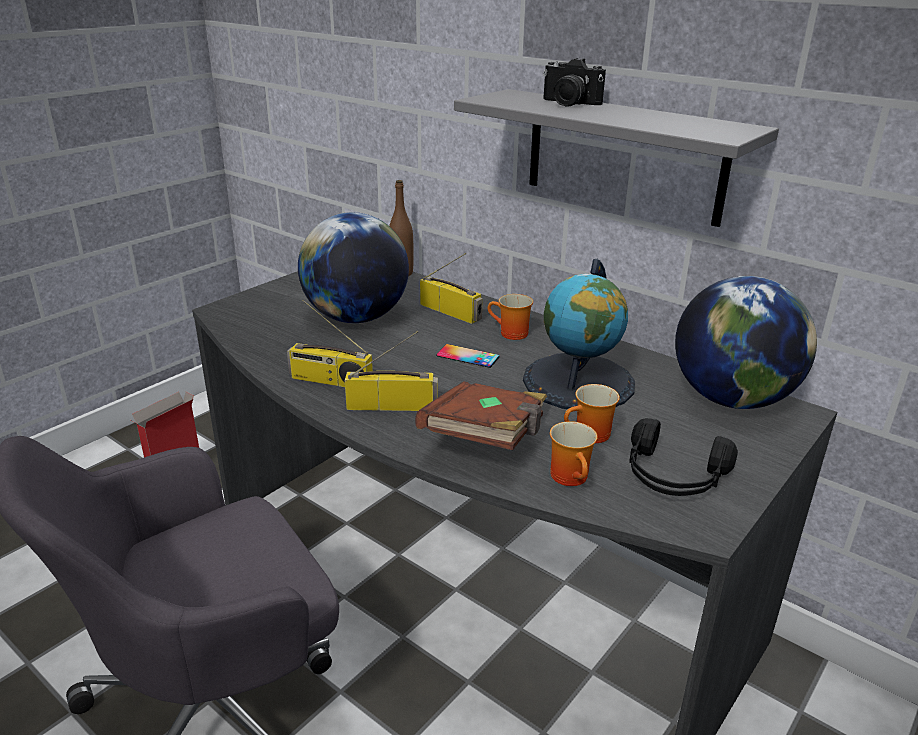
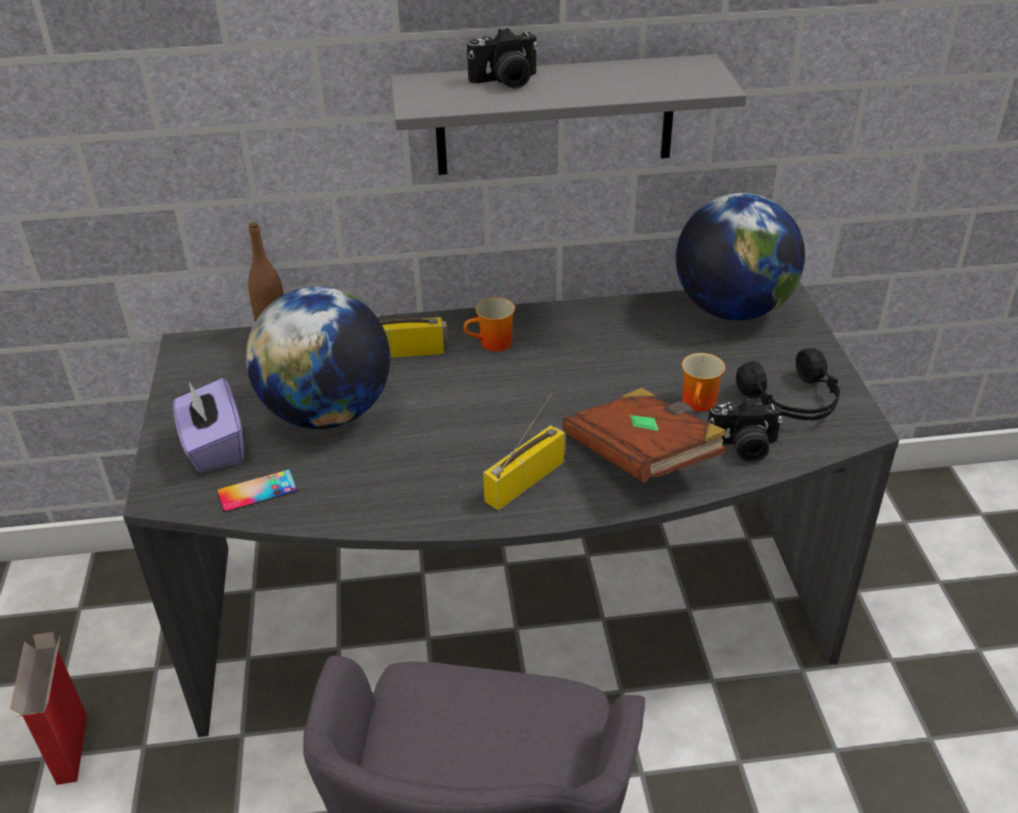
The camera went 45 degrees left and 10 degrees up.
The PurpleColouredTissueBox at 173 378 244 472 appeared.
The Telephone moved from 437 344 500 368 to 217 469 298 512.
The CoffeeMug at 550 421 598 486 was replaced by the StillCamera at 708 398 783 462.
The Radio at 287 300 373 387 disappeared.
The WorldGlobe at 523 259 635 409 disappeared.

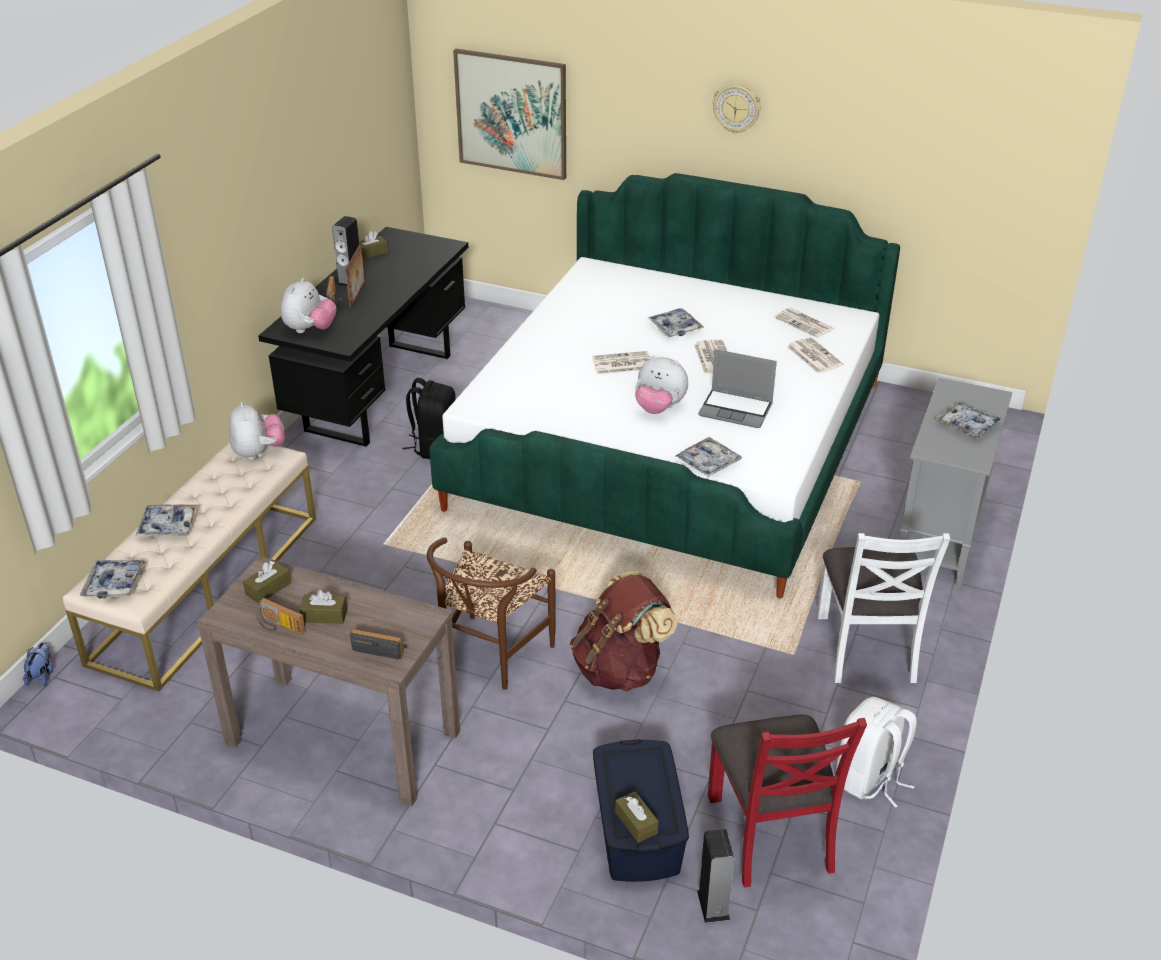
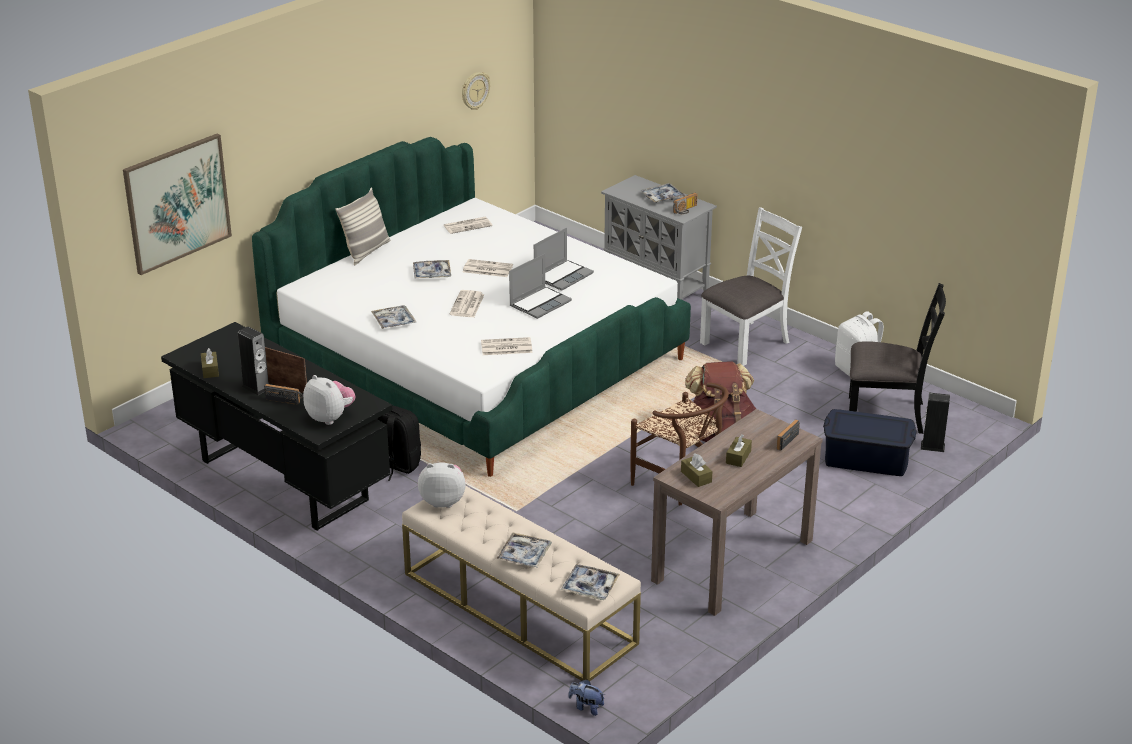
The camera went 70 degrees left and 5 degrees down.
The Cushion at 335 187 390 265 appeared.
The Tray moved from 675 437 742 477 to 371 305 416 329.
The ClockOnTheWall moved from 713 84 761 134 to 462 72 490 110.
The Newspaper moved from 787 337 844 373 to 481 337 532 355.
The SoftToy at 635 356 688 414 was replaced by the Laptop at 509 254 572 319.
The Radio moved from 256 598 306 635 to 673 193 697 214.
The WhiteColouredChair at 817 533 950 683 turned 60 degrees counterclockwise.
The RedChair at 708 715 867 887 became the BlackChair at 849 283 946 434.
The BrownColouredTissueBox at 615 791 658 843 disappeared.

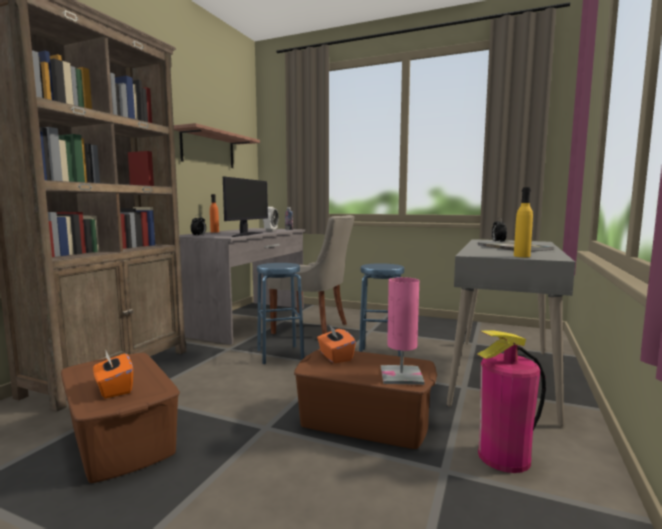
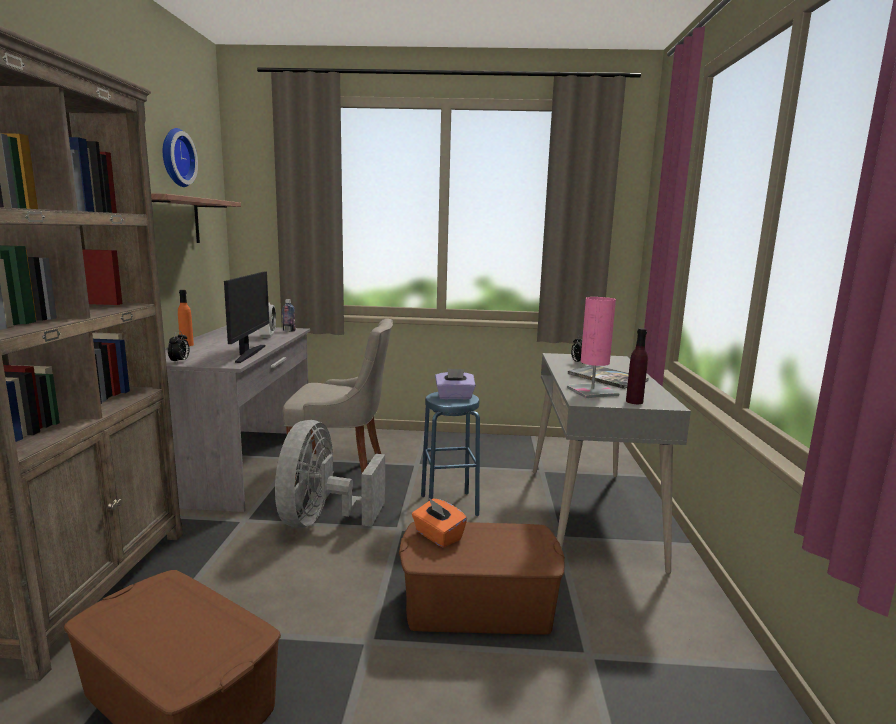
The camera went 20 degrees left and 5 degrees up.
The ClockOnTheWall at 163 128 198 187 appeared.
The BluishStool at 257 263 304 364 was replaced by the GreyishCoolingFan at 275 420 385 528.
The PurpleColouredTissueBox at 435 368 476 399 appeared.
The PinkColouredLampForATable moved from 381 277 425 385 to 567 297 619 398.
The YellowBeverageBottle at 514 187 533 257 became the PurpleColouredBeverageBottle at 626 328 648 404.
The OrangeColouredTissueBox at 93 349 133 399 disappeared.
The FireFightingCylinder at 477 330 546 473 disappeared.

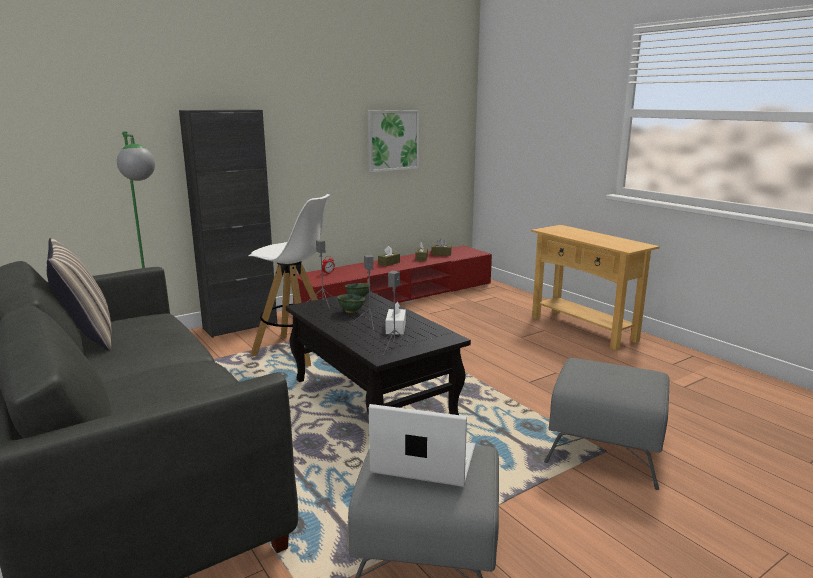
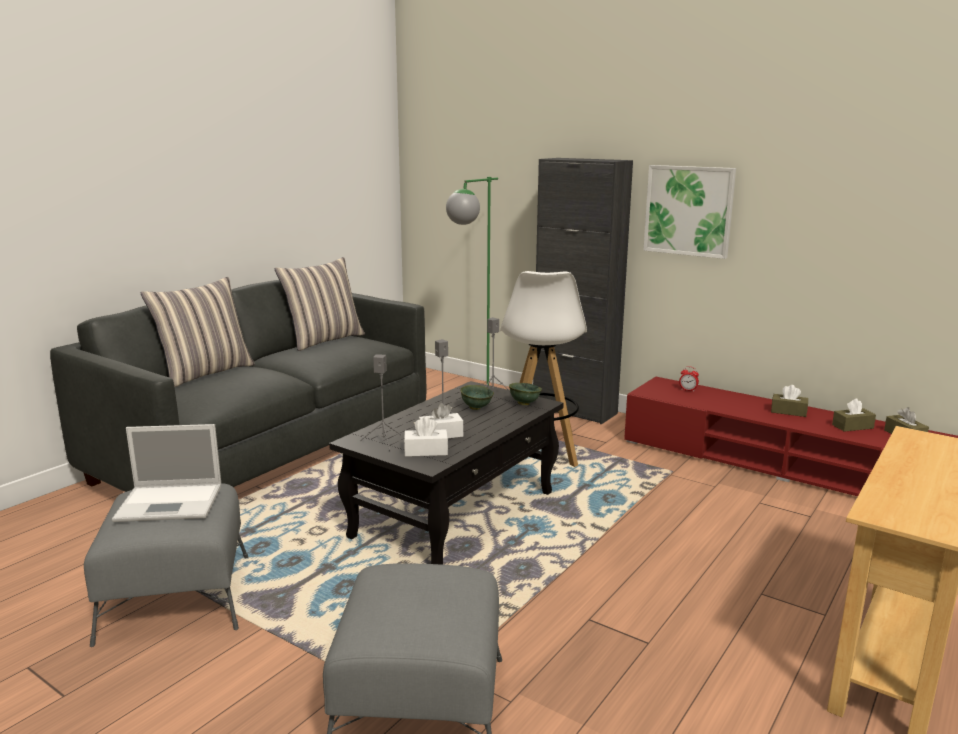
The camera went 70 degrees right and 0 degrees up.
The Laptop at 369 404 475 487 turned 90 degrees clockwise.
The Cushion at 141 277 255 387 appeared.
The WhiteColouredTissueBox at 404 417 448 457 appeared.
The WallArt moved from 368 110 419 172 to 643 165 736 259.

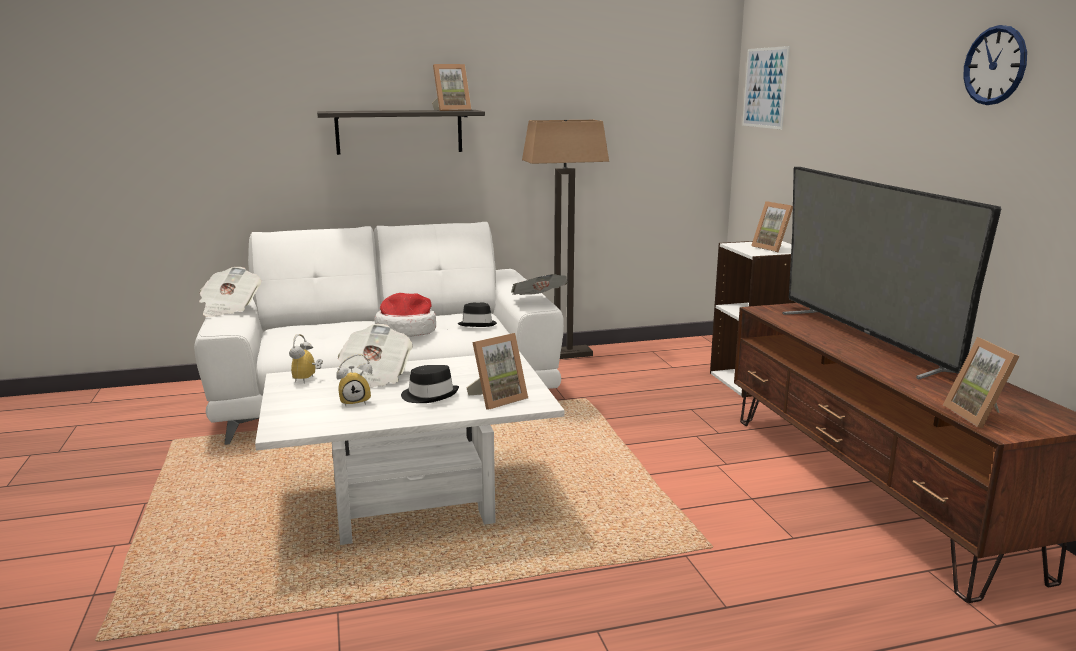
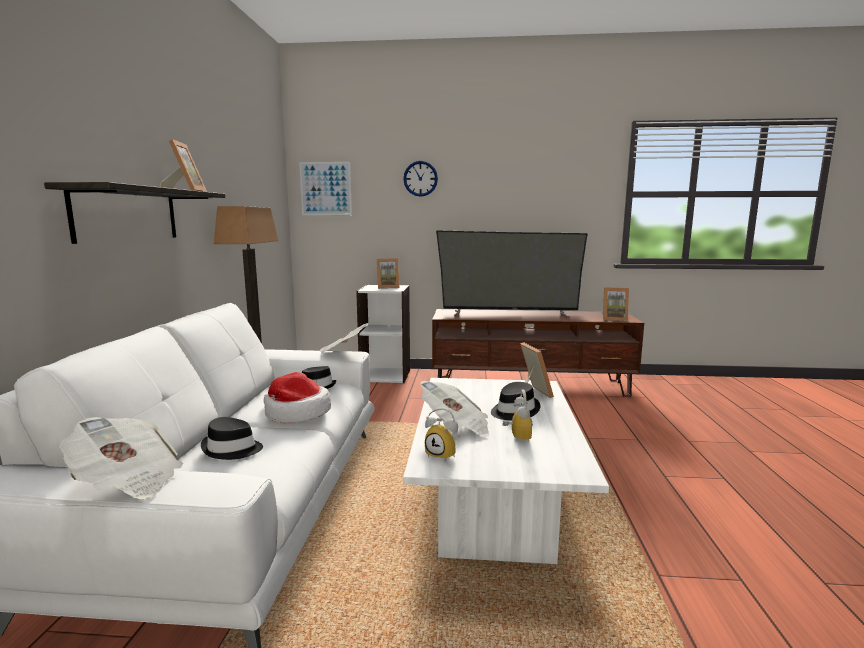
The camera went 70 degrees left and 5 degrees down.
The BlackHat at 201 417 263 460 appeared.
The ClockOnTheWall moved from 963 25 1027 105 to 403 161 438 197.

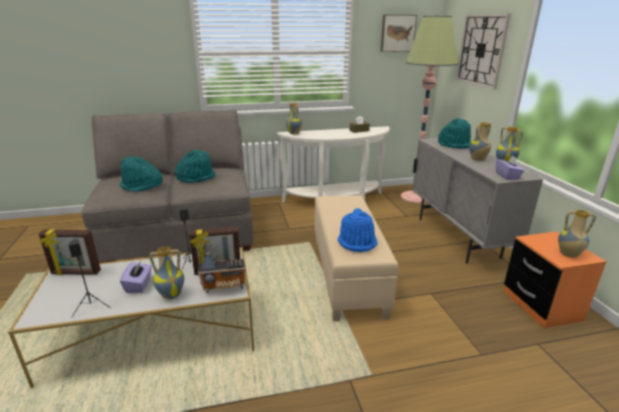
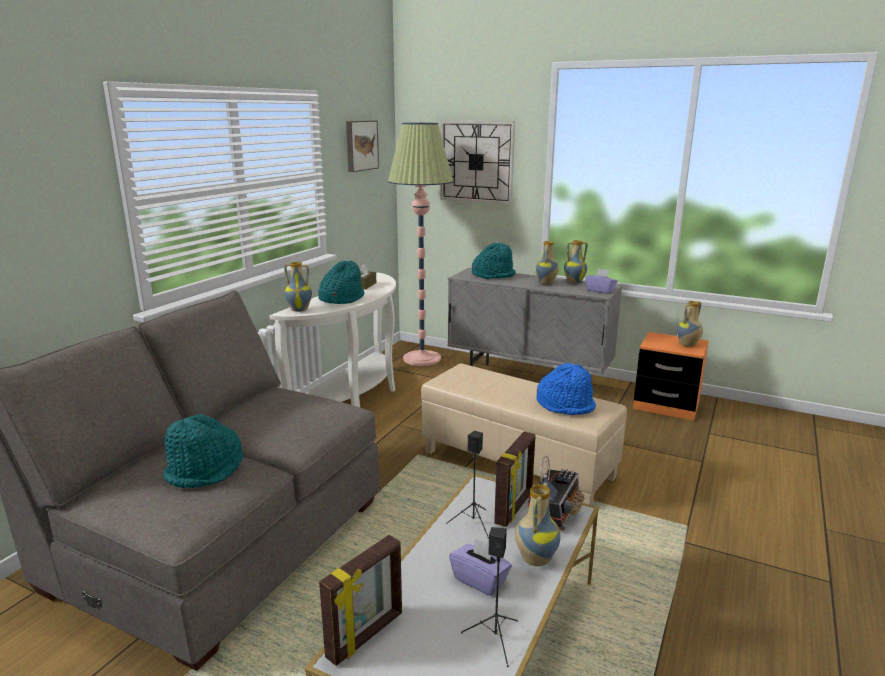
The camera went 50 degrees left and 5 degrees down.
The BlueGreenHat moved from 175 150 215 183 to 318 261 364 304.

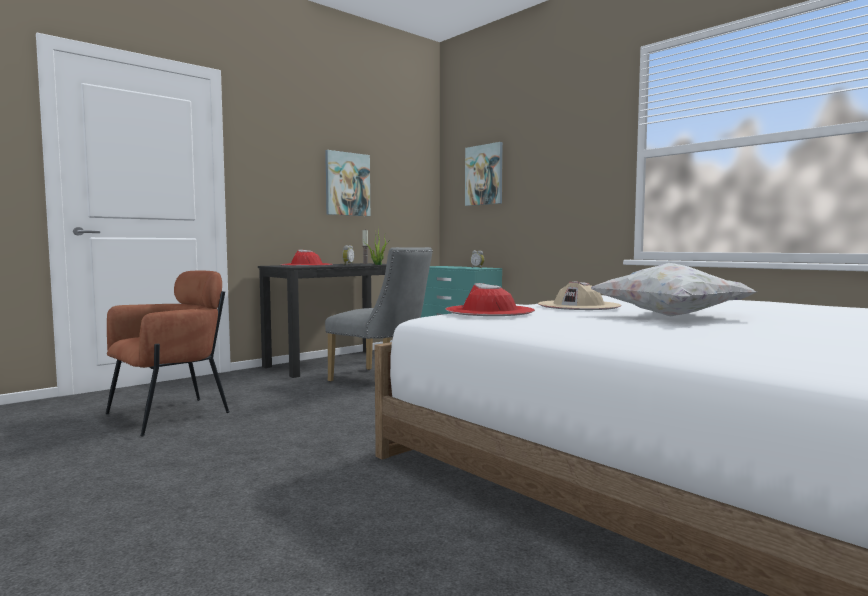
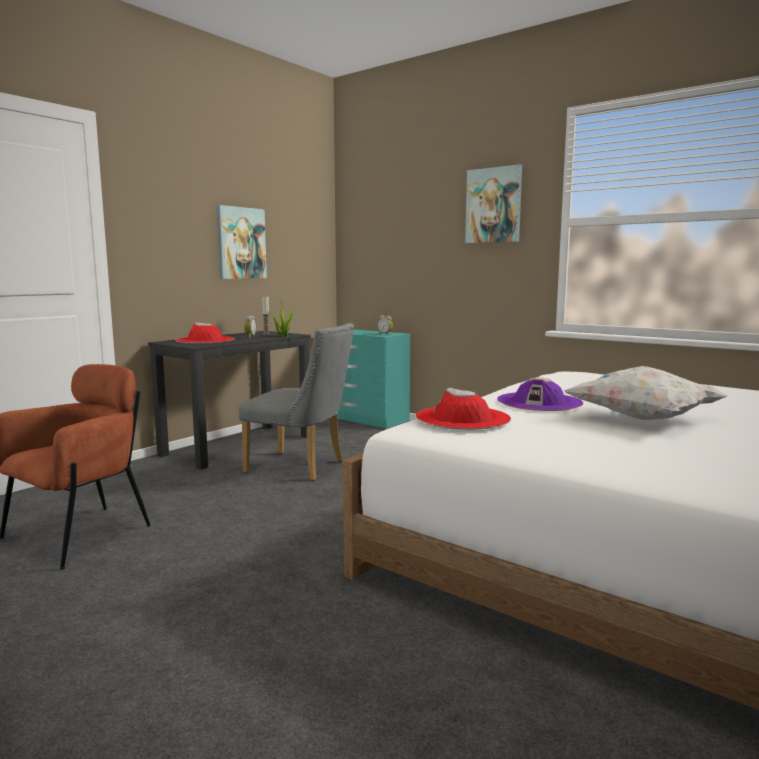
The camera went 10 degrees left and 5 degrees up.
The WallArt moved from 465 142 503 206 to 465 164 522 243.
The BeigeHat at 538 281 621 310 became the PurpleColouredHat at 497 377 583 411.

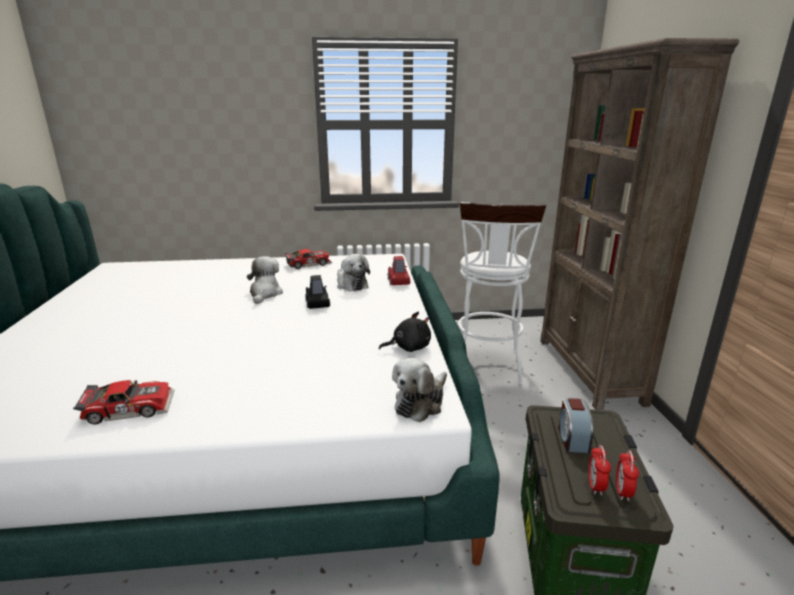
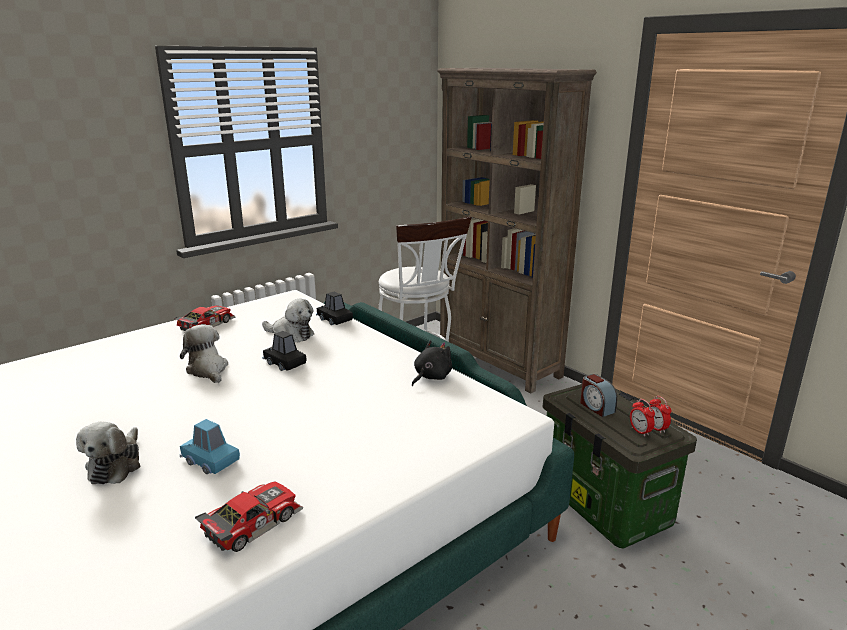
The camera went 35 degrees left and 0 degrees up.
The SoftToy moved from 392 358 447 422 to 76 422 140 484.
The BluishMiniatureCar at 180 419 240 474 appeared.
The RedMiniatureCar at 387 256 410 285 became the BlackMiniatureCar at 316 292 353 325.

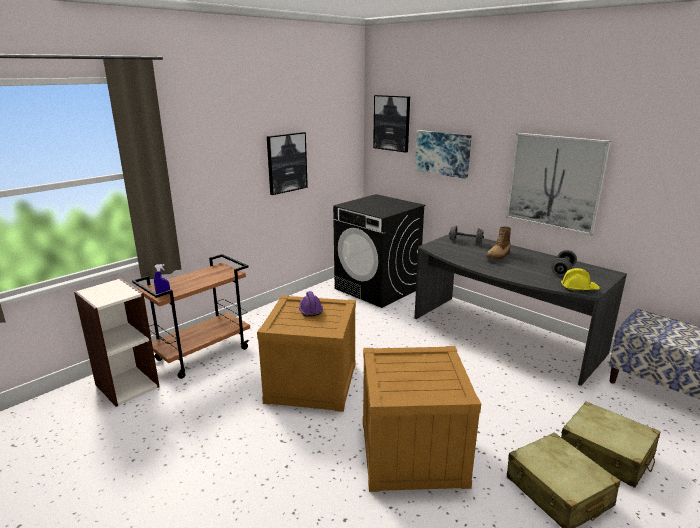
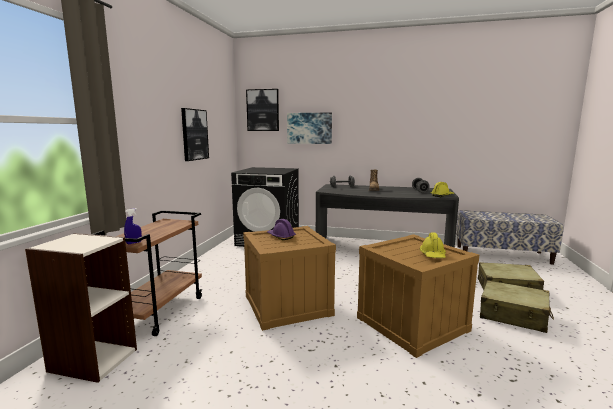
The camera went 30 degrees left and 10 degrees down.
The YellowHardHat at 420 232 446 258 appeared.
The WallArt at 506 133 611 236 disappeared.

